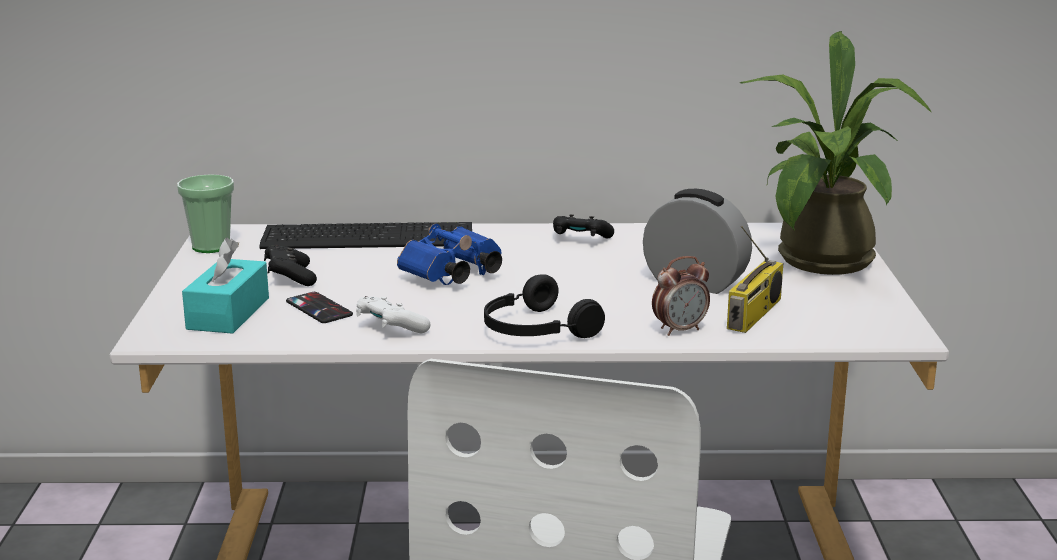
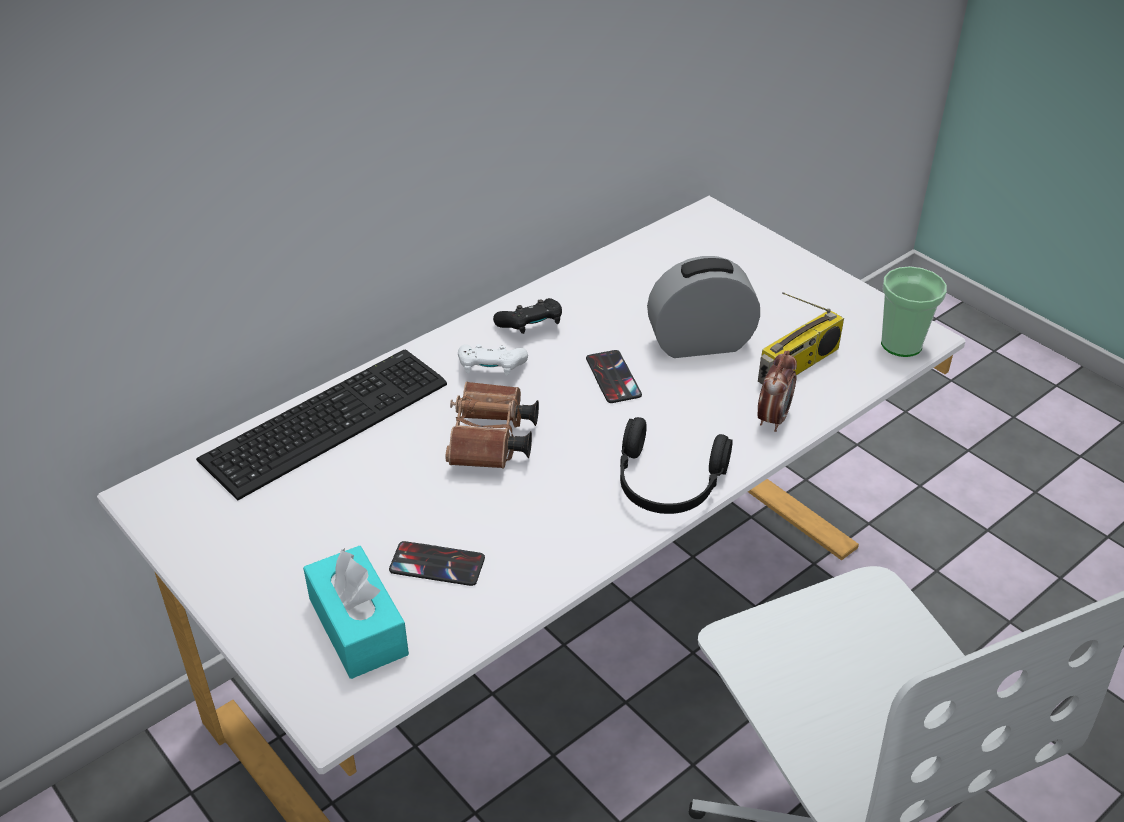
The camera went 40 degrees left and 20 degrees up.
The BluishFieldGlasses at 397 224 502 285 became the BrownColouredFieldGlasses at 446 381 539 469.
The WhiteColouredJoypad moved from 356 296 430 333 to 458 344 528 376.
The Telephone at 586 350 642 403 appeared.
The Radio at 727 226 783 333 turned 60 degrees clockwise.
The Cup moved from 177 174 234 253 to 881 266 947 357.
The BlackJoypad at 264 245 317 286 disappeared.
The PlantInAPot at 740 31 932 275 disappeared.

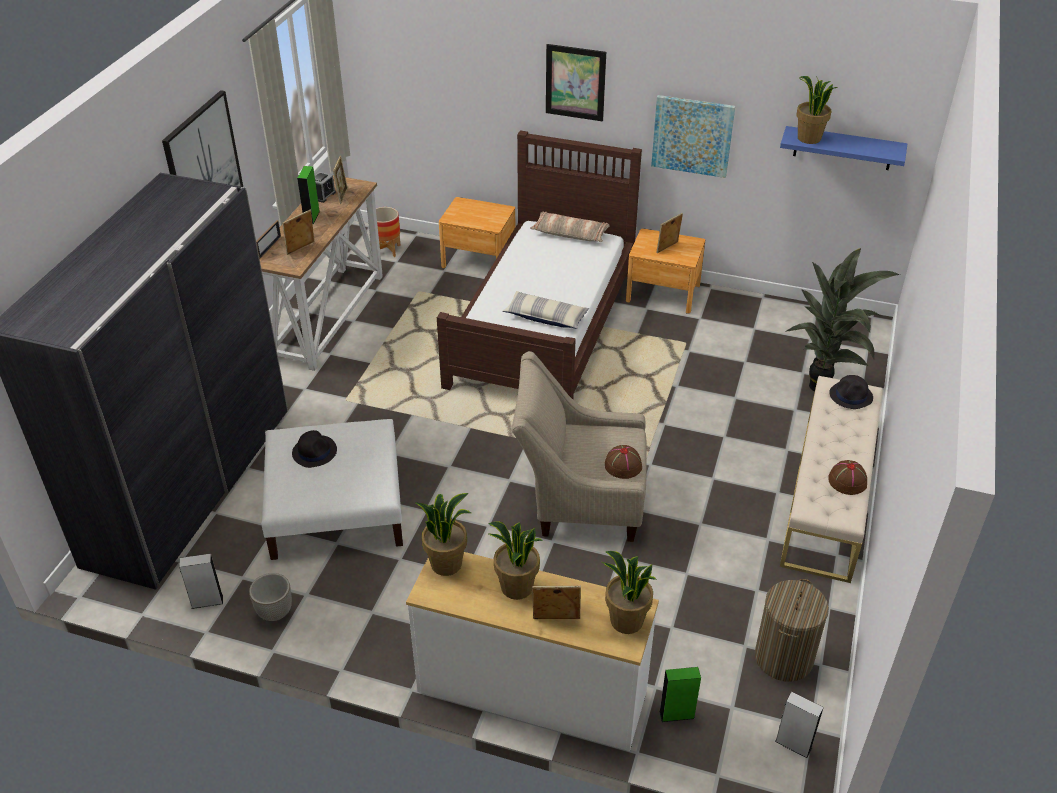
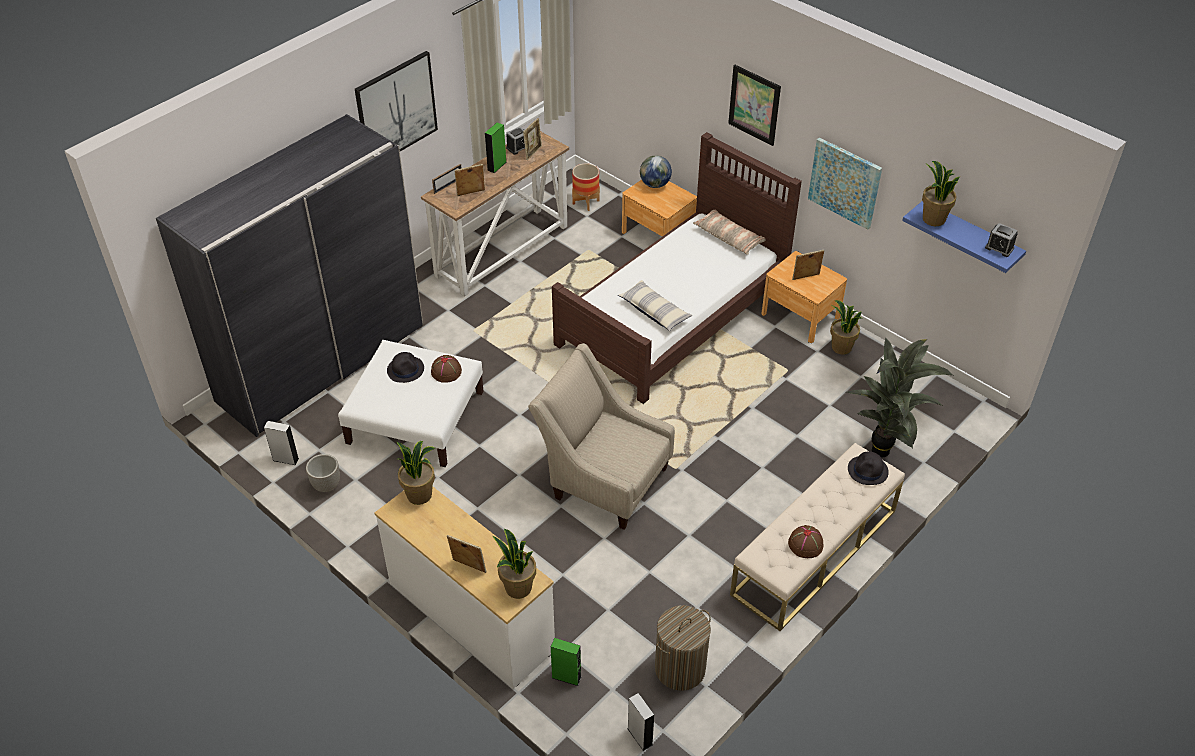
The camera went 25 degrees right and 5 degrees up.
The BrownColouredHat moved from 605 445 642 479 to 431 355 462 383.
The WorldGlobe at 640 155 672 188 appeared.
The PlantInAPot moved from 487 521 543 600 to 830 300 863 354.
The BedsideClock at 985 223 1018 257 appeared.

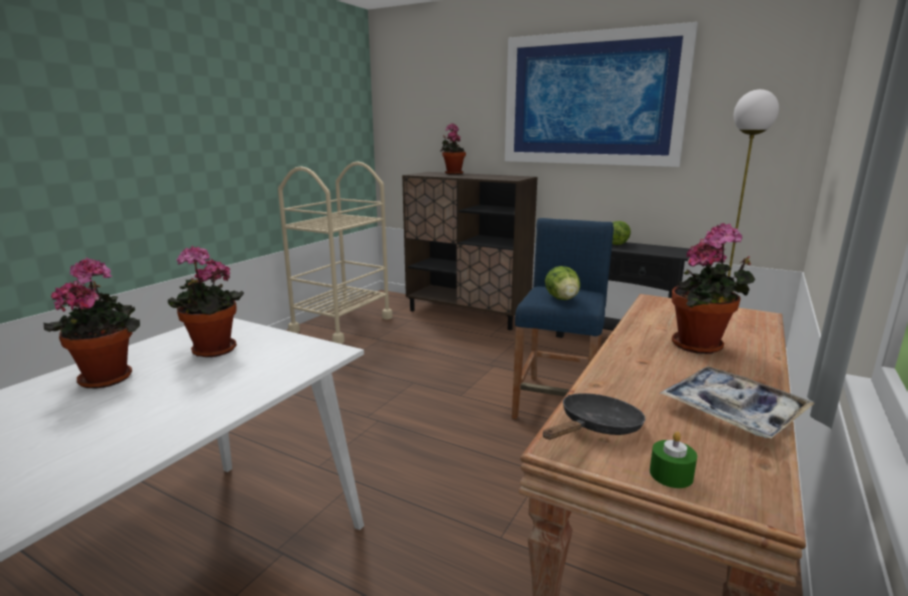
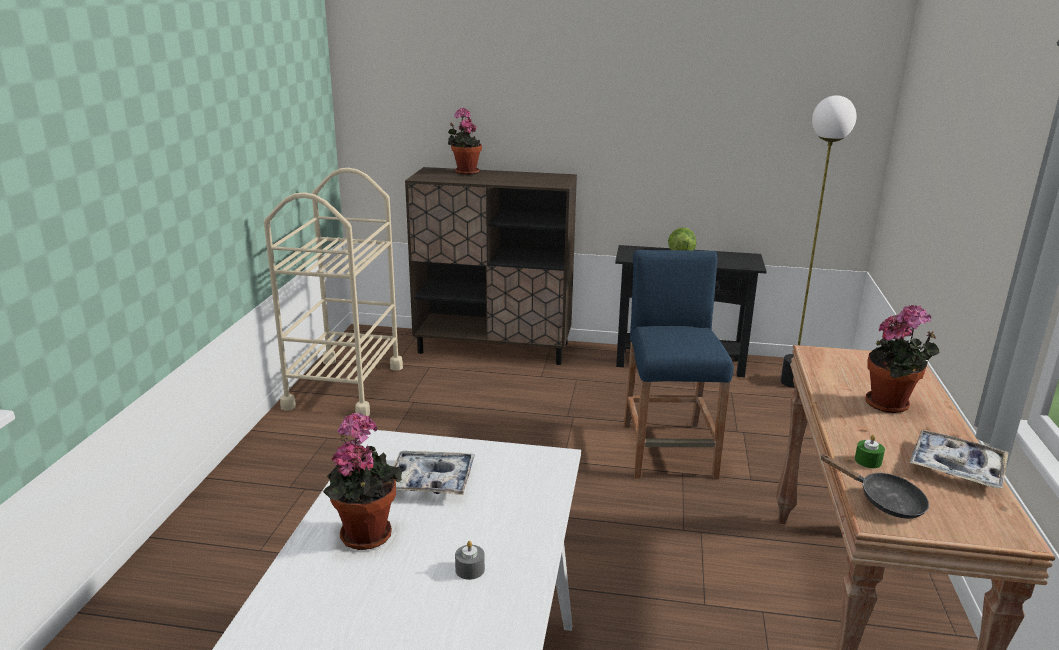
The camera went 20 degrees left and 5 degrees up.
The PlantInAPot at 168 245 244 358 was replaced by the Tray at 394 451 475 495.
The GreyishWaxCandle at 455 541 485 580 appeared.
The BlackPan at 543 393 646 440 turned 105 degrees clockwise.
The GreenishWaxCandle moved from 650 432 697 488 to 855 434 885 468.
The WallArt at 505 22 698 167 disappeared.
The HeadOfLettuce at 545 266 580 300 disappeared.

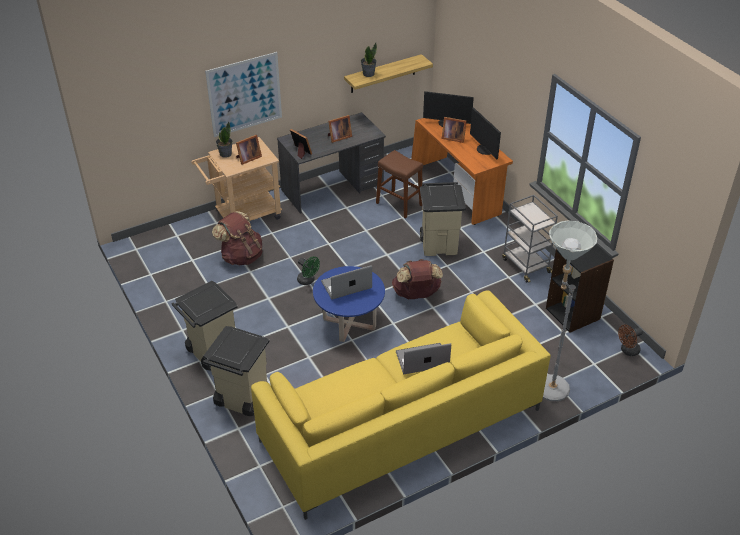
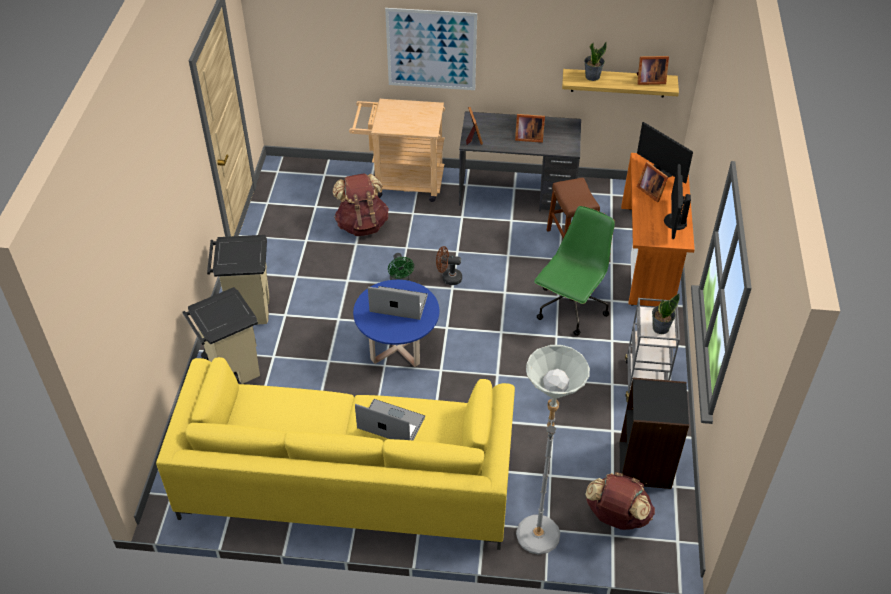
The camera went 35 degrees right and 5 degrees up.
The BrownColouredCoolingFan moved from 618 324 643 356 to 436 246 462 285.
The BeigeTrashCan at 420 182 466 256 was replaced by the GreenishOfficeChair at 534 206 615 336.
The BrownColouredBackpack moved from 392 259 443 299 to 585 472 655 530.
The PictureFrame moved from 236 135 262 165 to 637 56 669 85.
The PlantInAPot moved from 216 122 233 158 to 652 293 680 334.

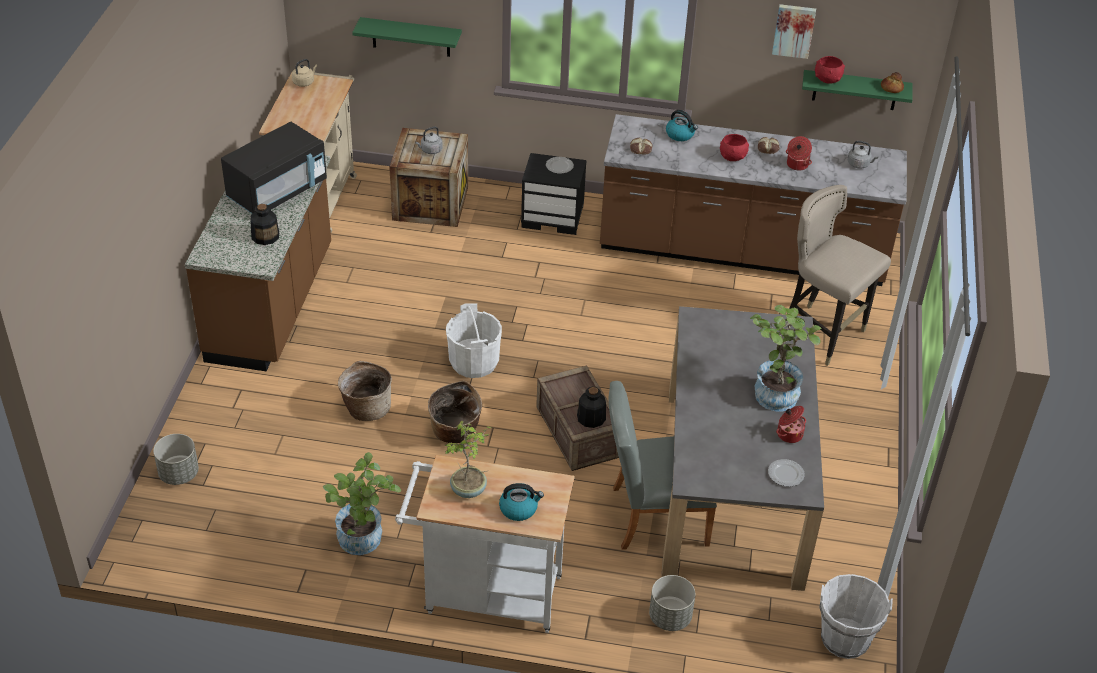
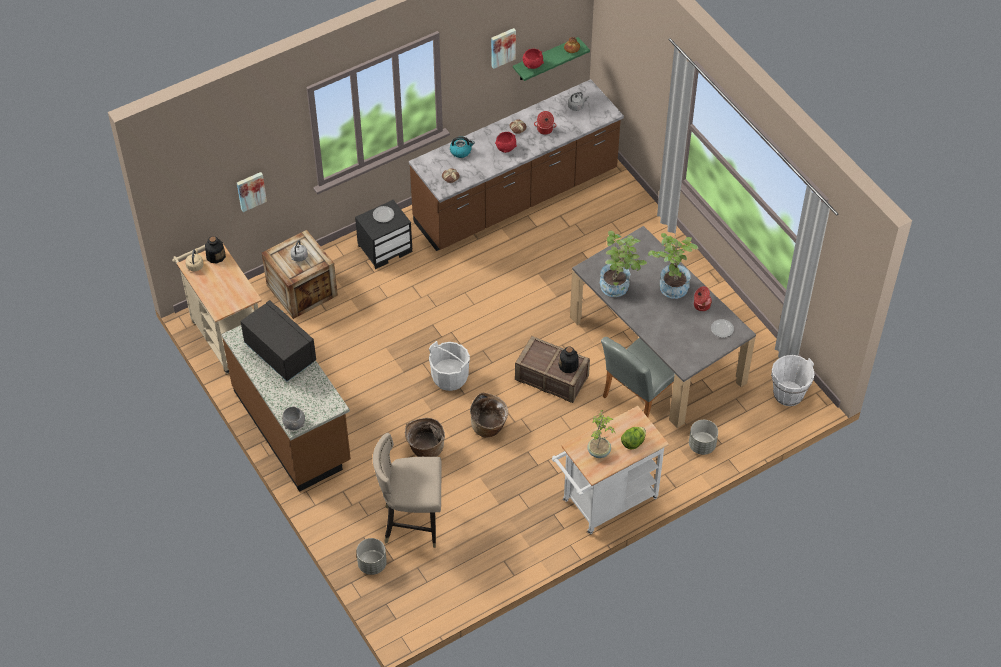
The camera went 40 degrees left and 10 degrees up.
The BeverageBottle moved from 250 204 279 245 to 205 236 226 264.
The GreenishShelf at 352 17 462 57 was replaced by the WallArt at 237 172 267 212.
The BlackMicrowave at 221 122 327 214 turned 45 degrees counterclockwise.
The GreyishDeepDish at 282 406 305 430 appeared.
The BeigeStool moved from 789 185 891 366 to 373 433 442 548.
The PlantInAPot moved from 323 452 401 555 to 600 231 647 297.
The WaterKettle at 499 483 544 521 was replaced by the HeadOfLettuce at 621 427 646 450.

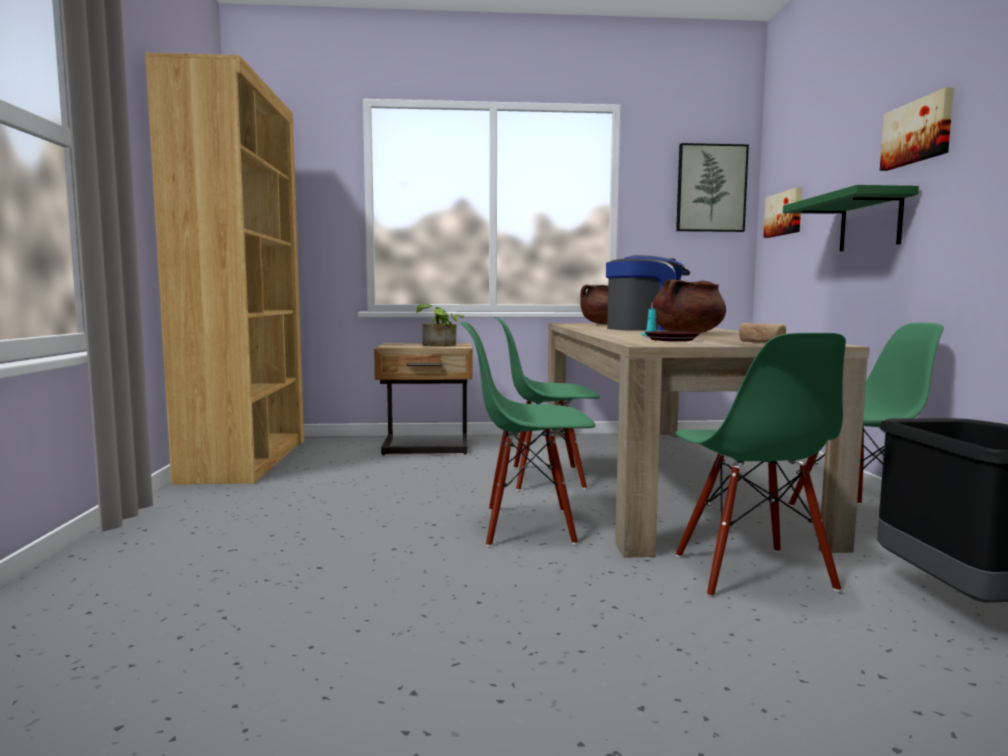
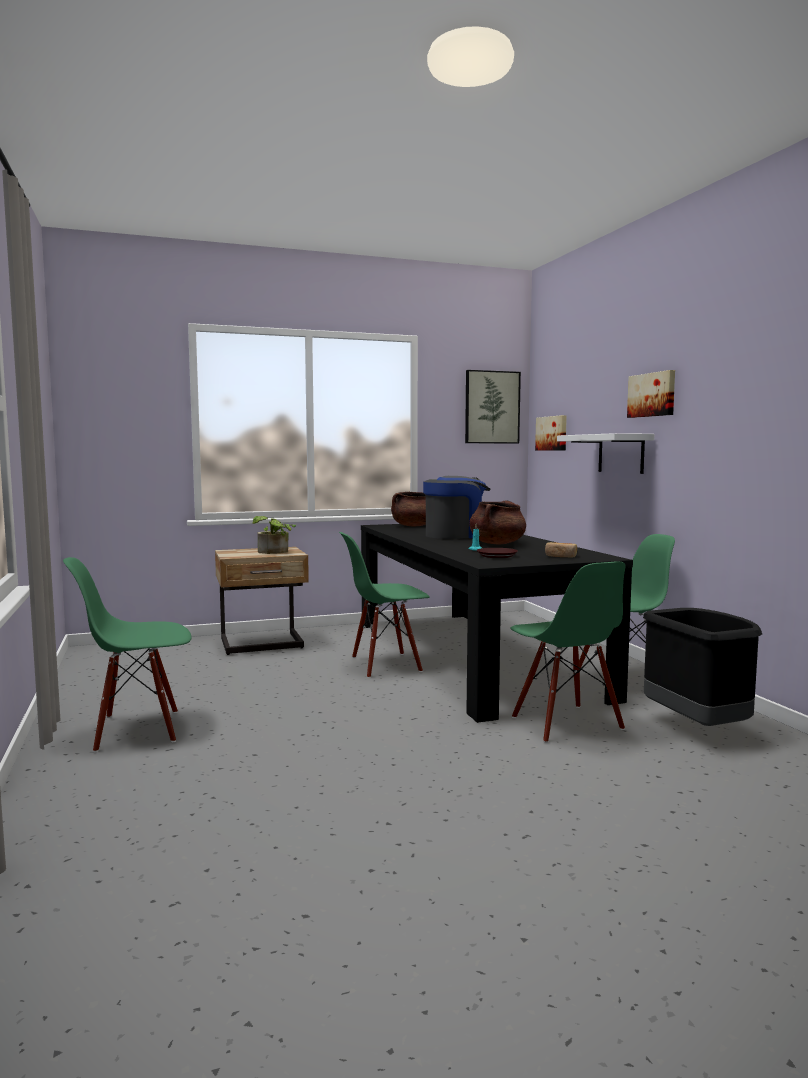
The camera went 15 degrees left and 0 degrees up.
The GreenishChair moved from 459 322 595 547 to 63 557 192 752.
The BeigeDinnerTable at 548 323 870 558 became the BlackDinnerTable at 361 524 633 723.
The GreenishShelf at 783 185 919 251 became the WhiteColouredShelf at 557 433 654 474.
The BrownColouredShelvingUnit at 145 53 304 485 disappeared.

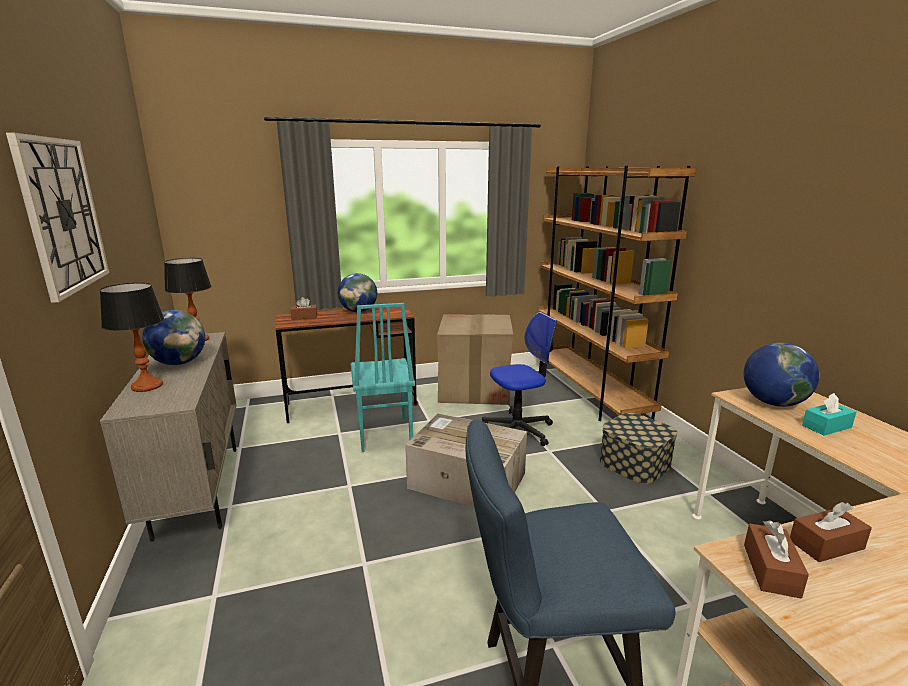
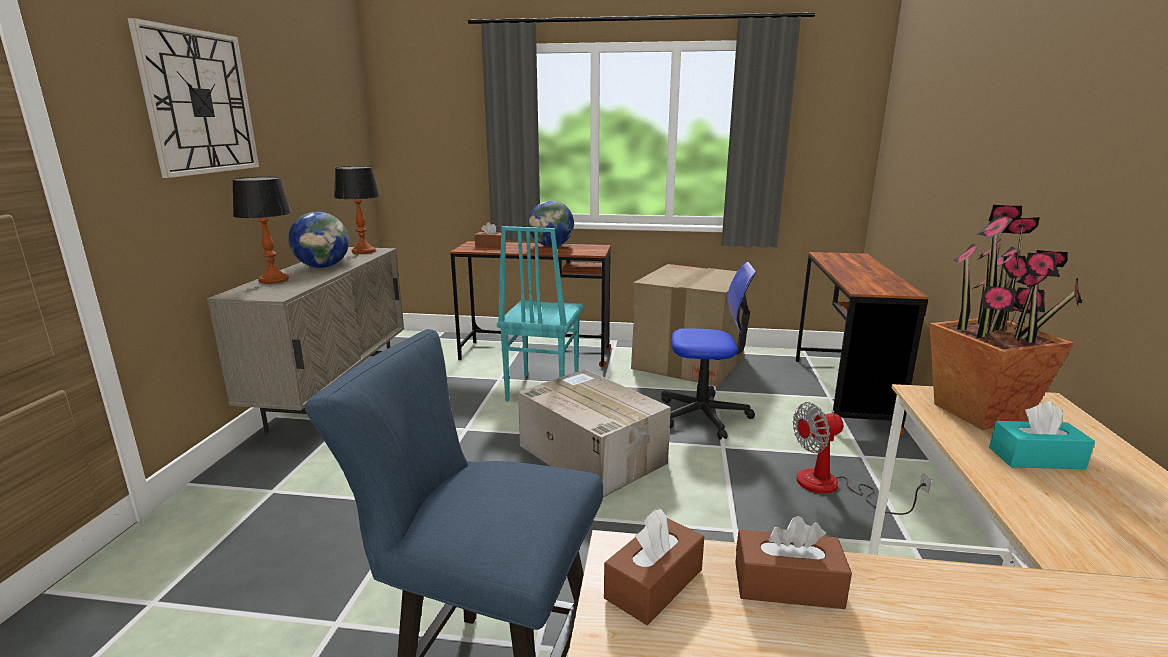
The camera went 25 degrees right and 0 degrees up.
The StorageContainer at 600 413 677 484 was replaced by the CoolingFan at 793 402 931 515.
The BrownColouredShelvingUnit at 538 166 696 421 was replaced by the BrownColouredDesk at 796 252 928 435.
The WorldGlobe at 744 343 819 407 was replaced by the PlantInAPot at 929 205 1082 430.

